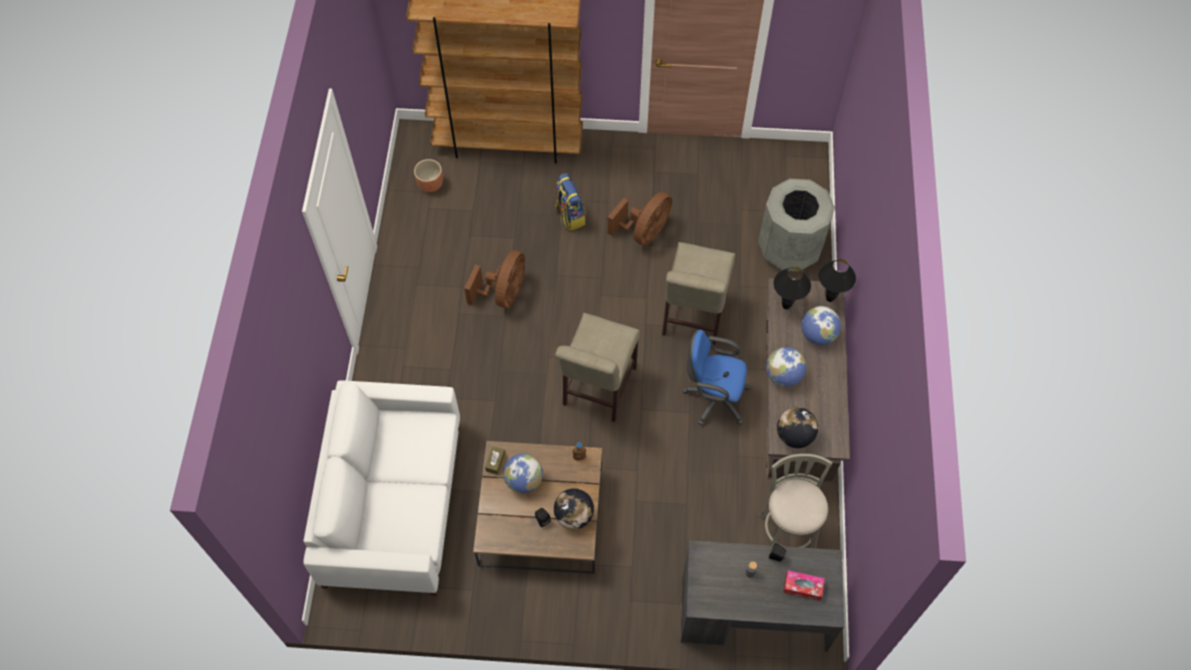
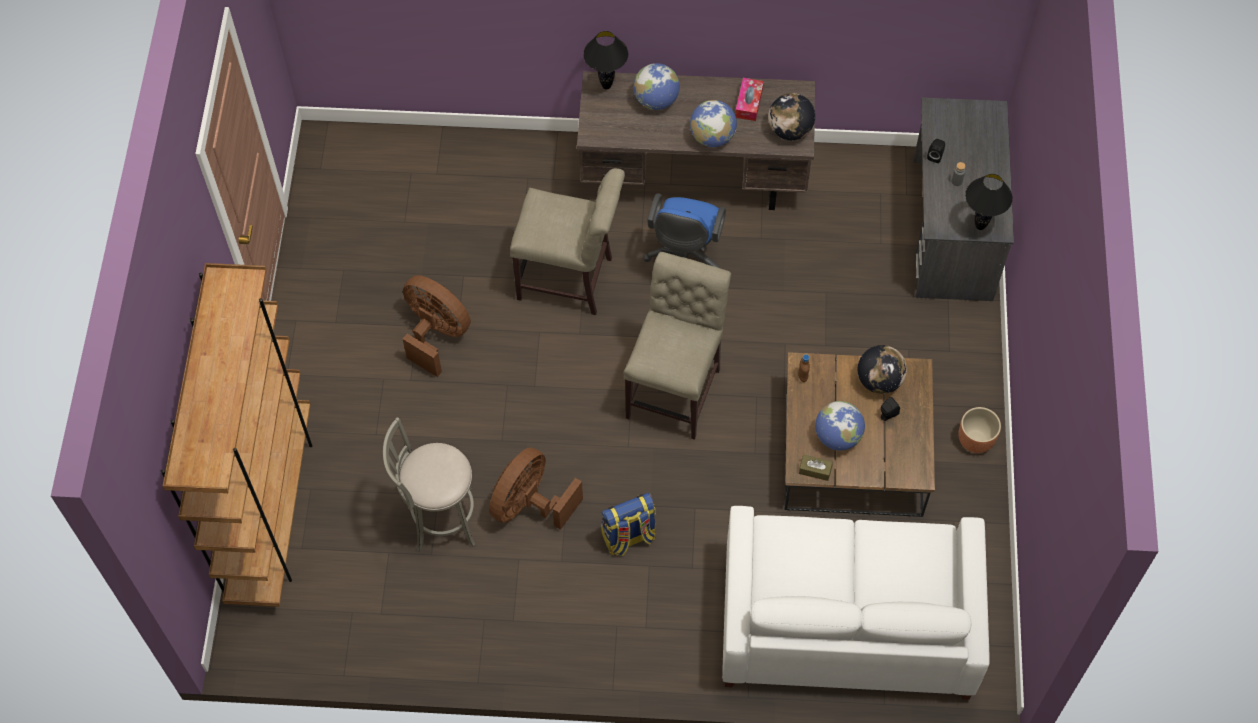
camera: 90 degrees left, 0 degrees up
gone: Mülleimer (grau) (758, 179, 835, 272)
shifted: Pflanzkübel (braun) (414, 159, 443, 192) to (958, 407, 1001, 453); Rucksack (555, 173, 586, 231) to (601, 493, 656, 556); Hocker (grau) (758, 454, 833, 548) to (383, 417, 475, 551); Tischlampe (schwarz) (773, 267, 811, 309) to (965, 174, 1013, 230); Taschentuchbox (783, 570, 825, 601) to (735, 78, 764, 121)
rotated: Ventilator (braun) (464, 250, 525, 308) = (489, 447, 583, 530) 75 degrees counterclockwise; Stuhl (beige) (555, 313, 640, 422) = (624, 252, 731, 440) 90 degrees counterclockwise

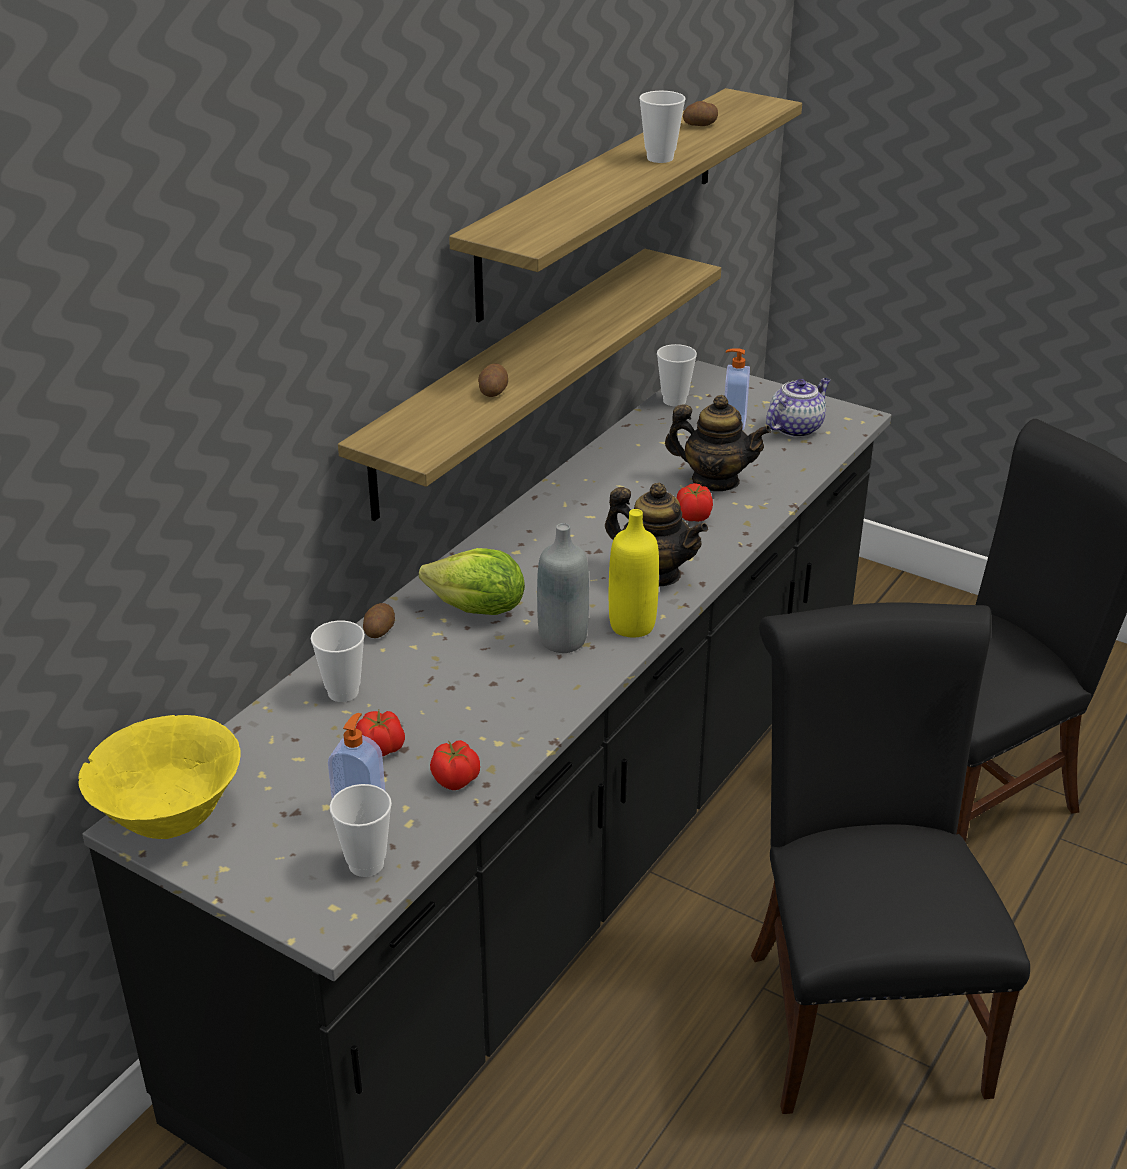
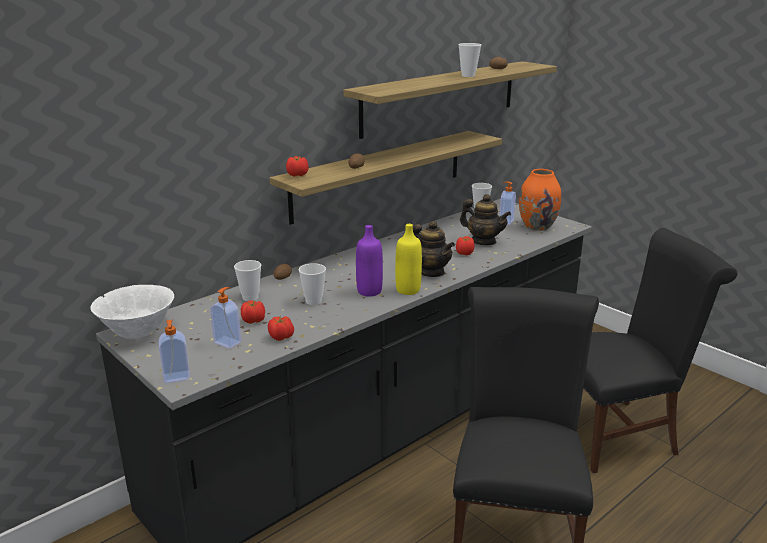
camera: 15 degrees right, 10 degrees down
gone: Salatkopf (419, 548, 525, 615)
new: Seifenspender (159, 320, 190, 383); Tomate (286, 156, 309, 177)
shifted: Tasse (330, 784, 392, 877) to (299, 263, 326, 305)
swapped: Teekanne (766, 378, 830, 438) to Vase (orange) (519, 169, 561, 231)
repainted: Schüssel (gelb) (78, 715, 241, 839) to Schüssel (weiß) (91, 285, 174, 339); Flasche (grau) (537, 523, 589, 653) to Flasche (lila) (356, 225, 383, 297)

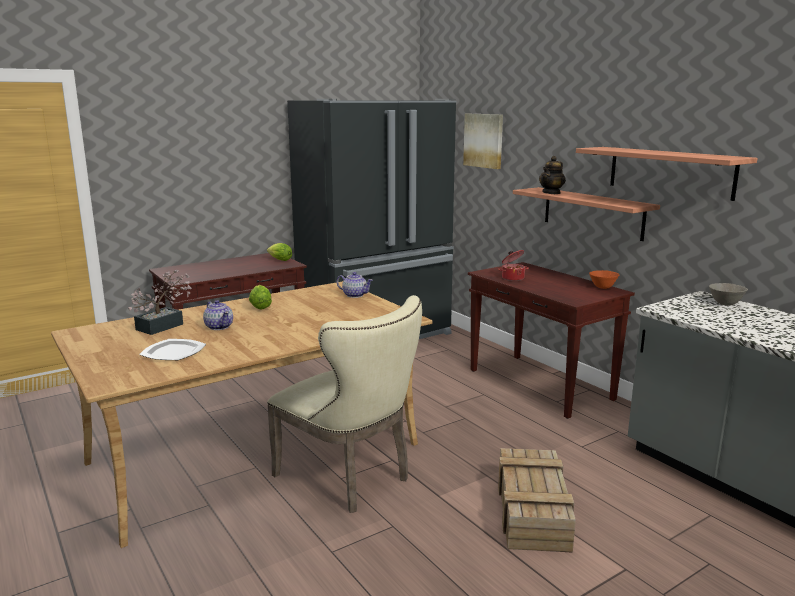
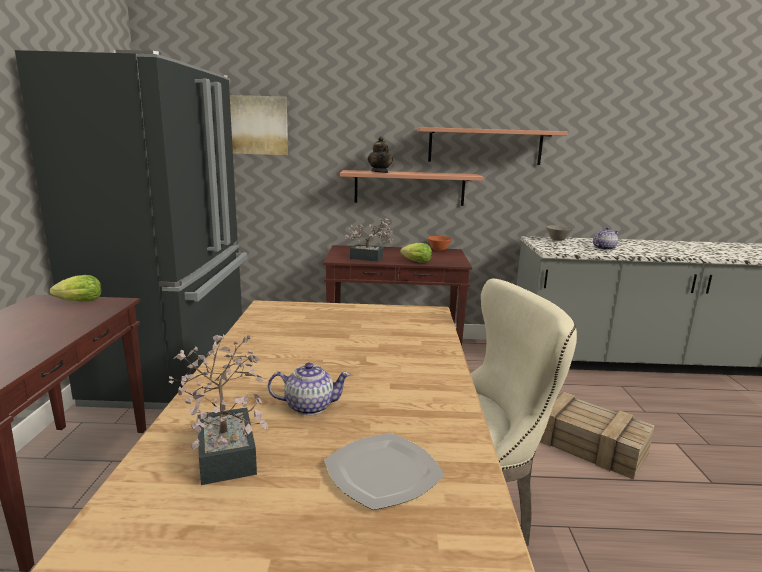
camera: 55 degrees left, 0 degrees up
shifted: Salatkopf (249, 285, 272, 310) to (400, 243, 432, 263); Teekanne (337, 272, 373, 298) to (593, 227, 620, 250)
swapped: Kochtopf (498, 250, 529, 281) to Topfpflanze (344, 218, 394, 262)

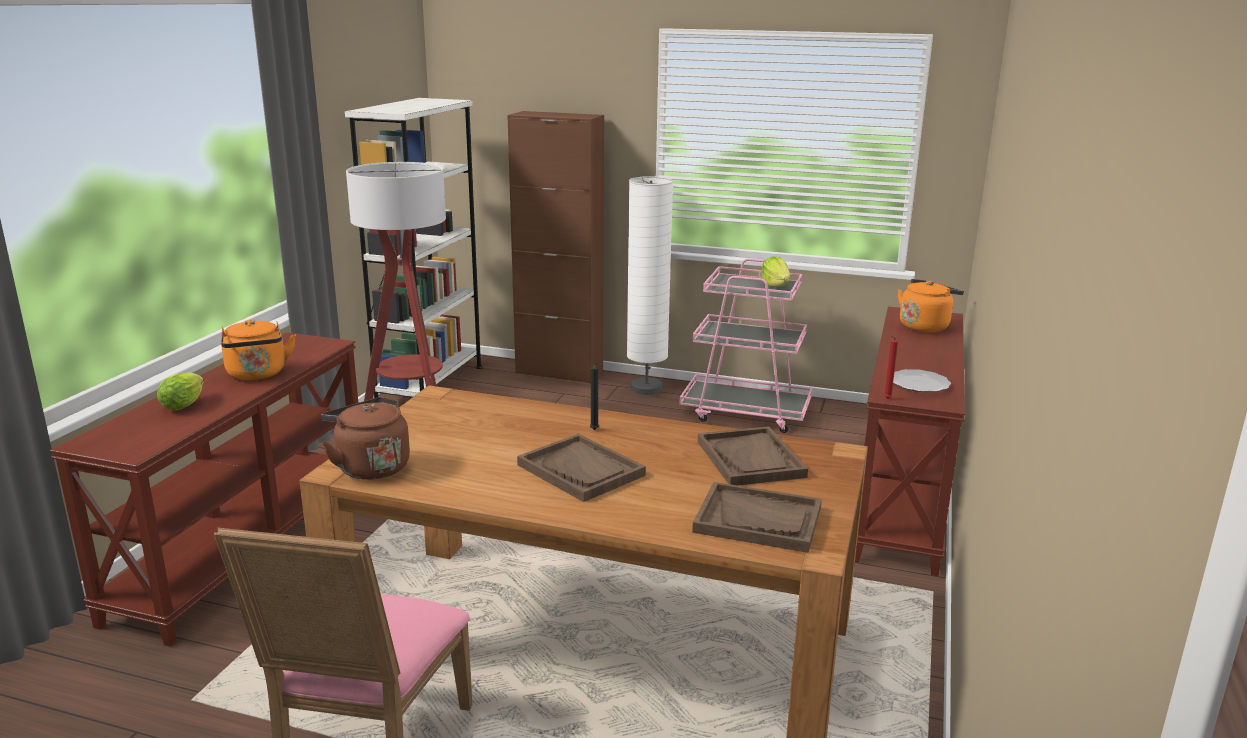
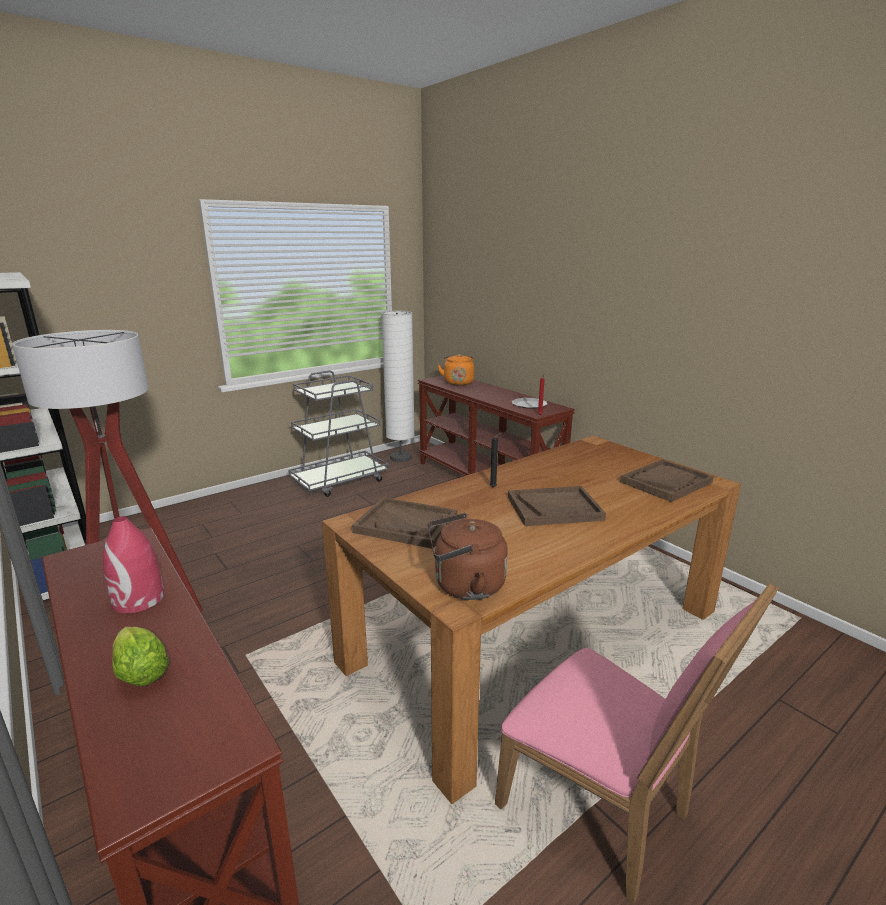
camera: 55 degrees left, 0 degrees up
gone: Schrank (braun) (507, 111, 604, 384); Salatkopf (761, 256, 790, 287)
shifted: Stehlampe (weiß) (627, 176, 673, 395) to (381, 311, 415, 462); Tablett (braun) (698, 426, 808, 486) to (352, 497, 457, 549)
swapped: Wasserkessel (orange) (221, 320, 296, 380) to Vase (rot) (103, 516, 164, 614)
repainted: Rollwagen (rosa) (679, 258, 812, 433) to Rollwagen (grau) (288, 371, 389, 497)

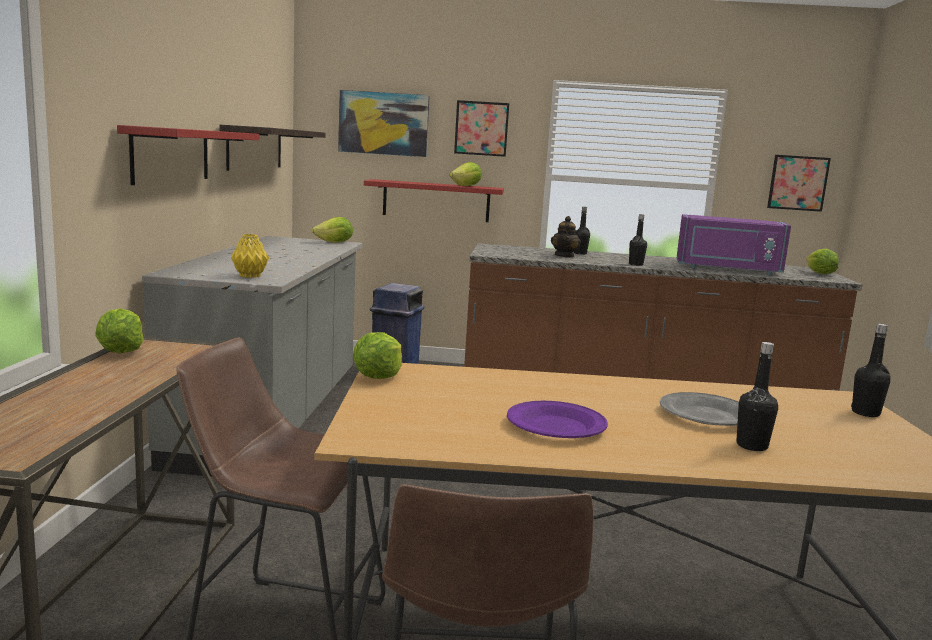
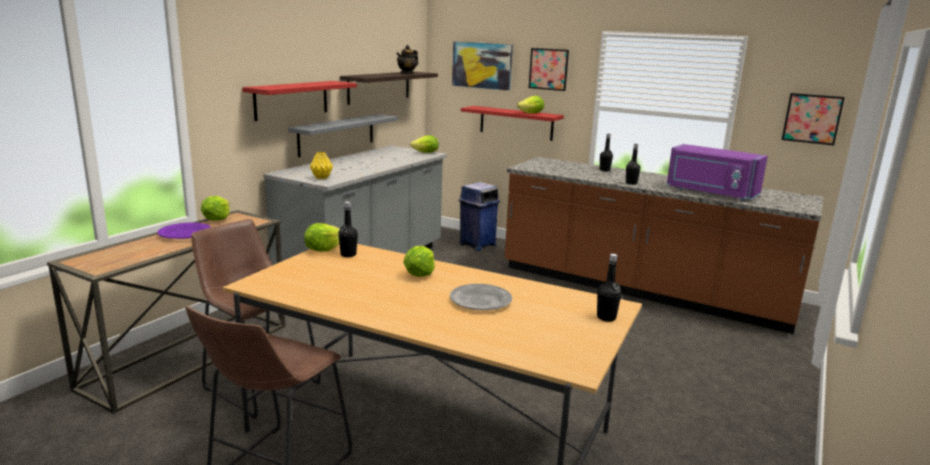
camera: 25 degrees right, 5 degrees up
new: Wandregal (grau) (288, 114, 398, 157)
shifted: Teller (lila) (507, 401, 608, 438) to (157, 223, 211, 239); Teekanne (551, 216, 581, 258) to (396, 45, 418, 75); Flasche (schwarz) (736, 342, 778, 451) to (338, 202, 358, 257); Salatkopf (806, 249, 839, 274) to (404, 246, 435, 277)

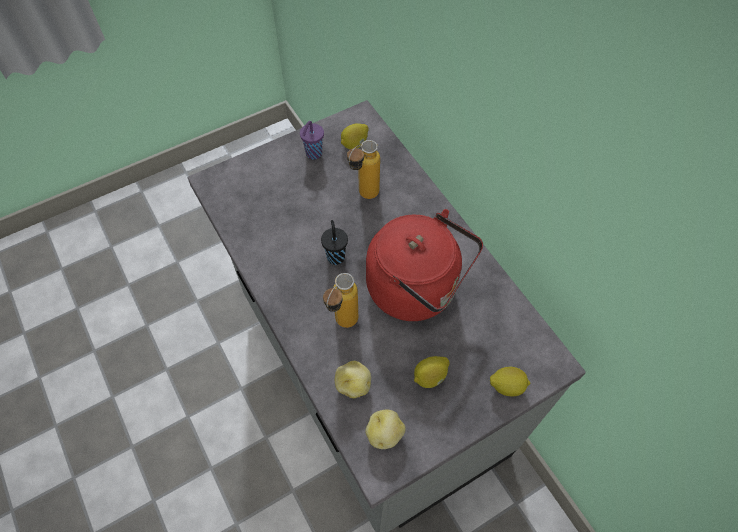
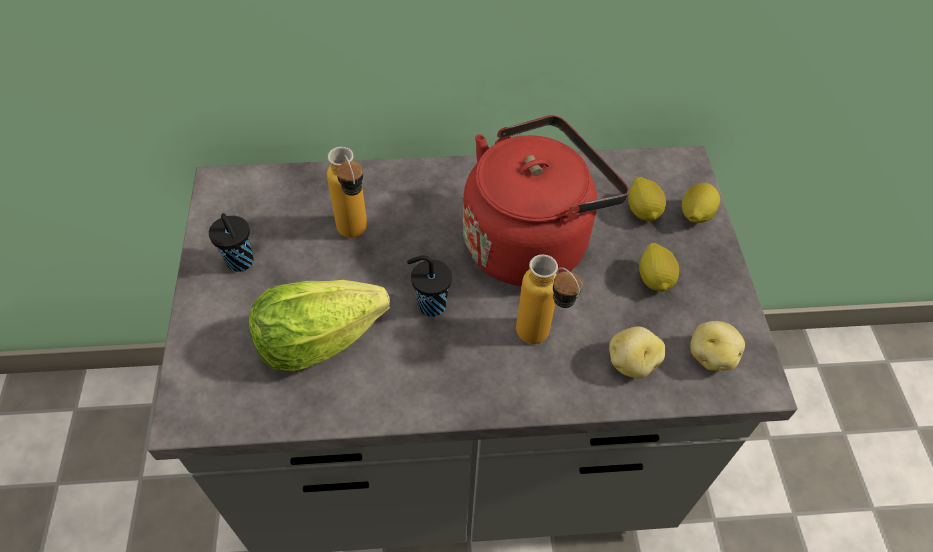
camera: 65 degrees left, 5 degrees down
new: Salatkopf (249, 280, 390, 371)
shifted: Zitrone (341, 123, 369, 149) to (628, 177, 666, 221)
repainted: Tasse (lila) (300, 121, 324, 159) to Tasse (schwarz) (209, 213, 253, 272)

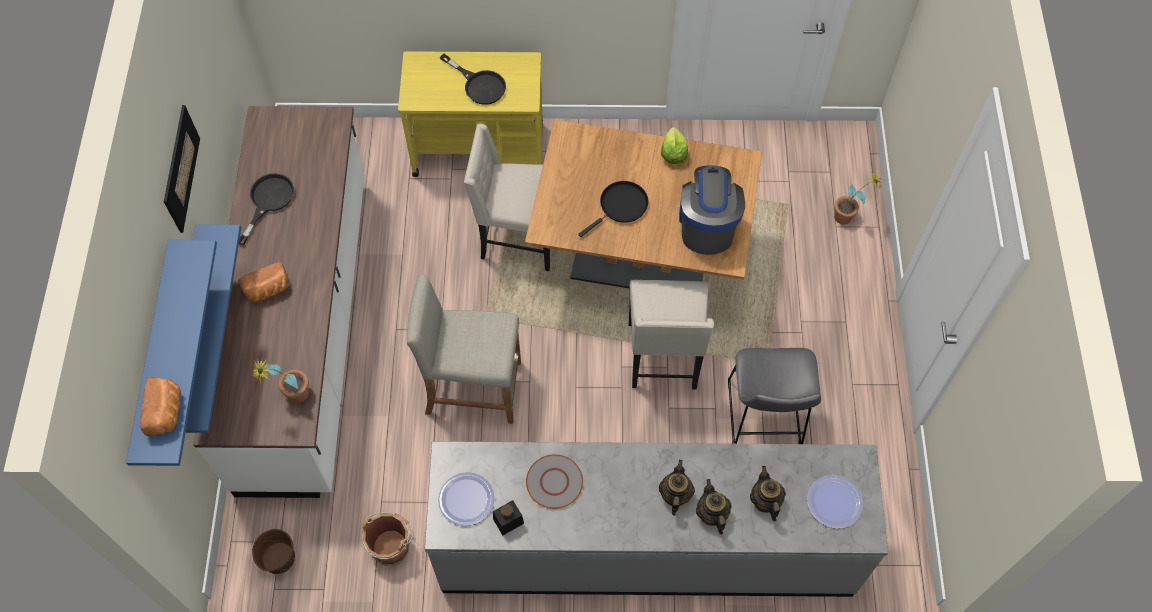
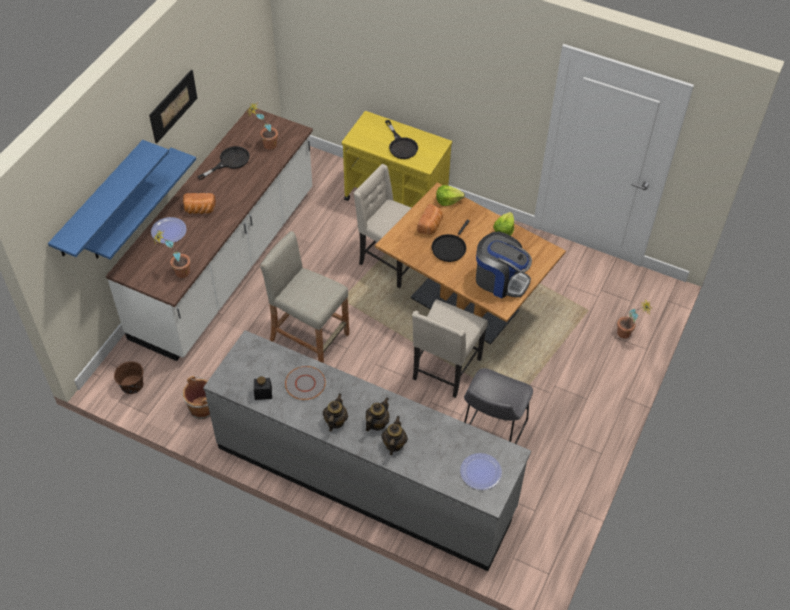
camera: 25 degrees right, 10 degrees down
new: Topfpflanze (247, 102, 278, 149); Salatkopf (436, 185, 465, 206)
shifted: Brot (140, 378, 181, 436) to (417, 204, 443, 235); Teller (438, 472, 495, 526) to (151, 217, 187, 244); Teekanne (750, 466, 786, 521) to (323, 393, 348, 432)
rotated: Pfanne (schwarz) (578, 181, 648, 237) = (431, 219, 470, 262) 135 degrees clockwise; Kaffeemaschine (679, 166, 745, 255) = (476, 232, 532, 298) 90 degrees clockwise

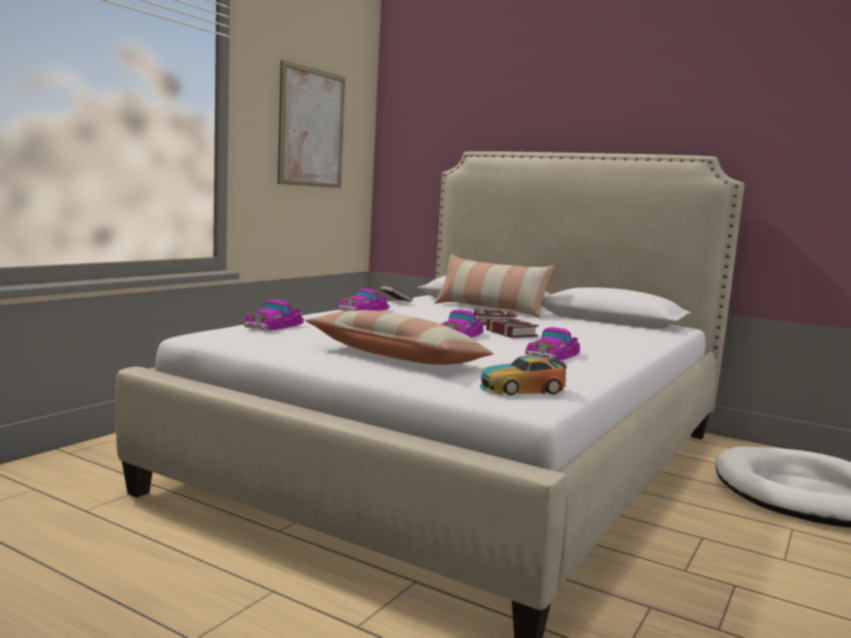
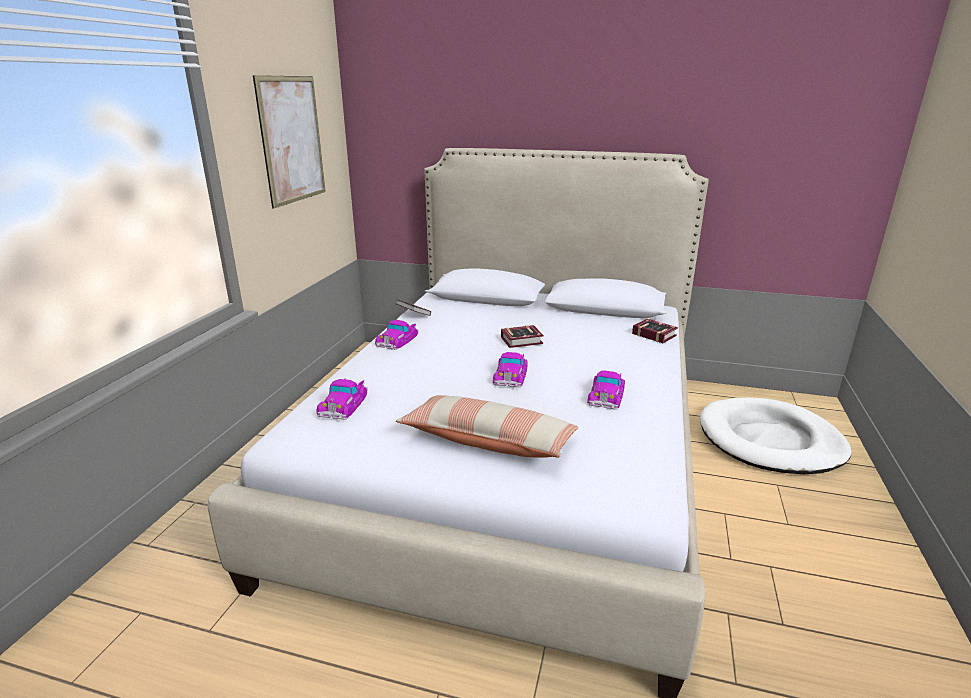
camera: 15 degrees left, 15 degrees up
gone: Kissen (434, 254, 555, 318); Spielzeugauto (480, 355, 567, 395)
shifted: Buch (486, 318, 539, 338) to (632, 319, 678, 343)

